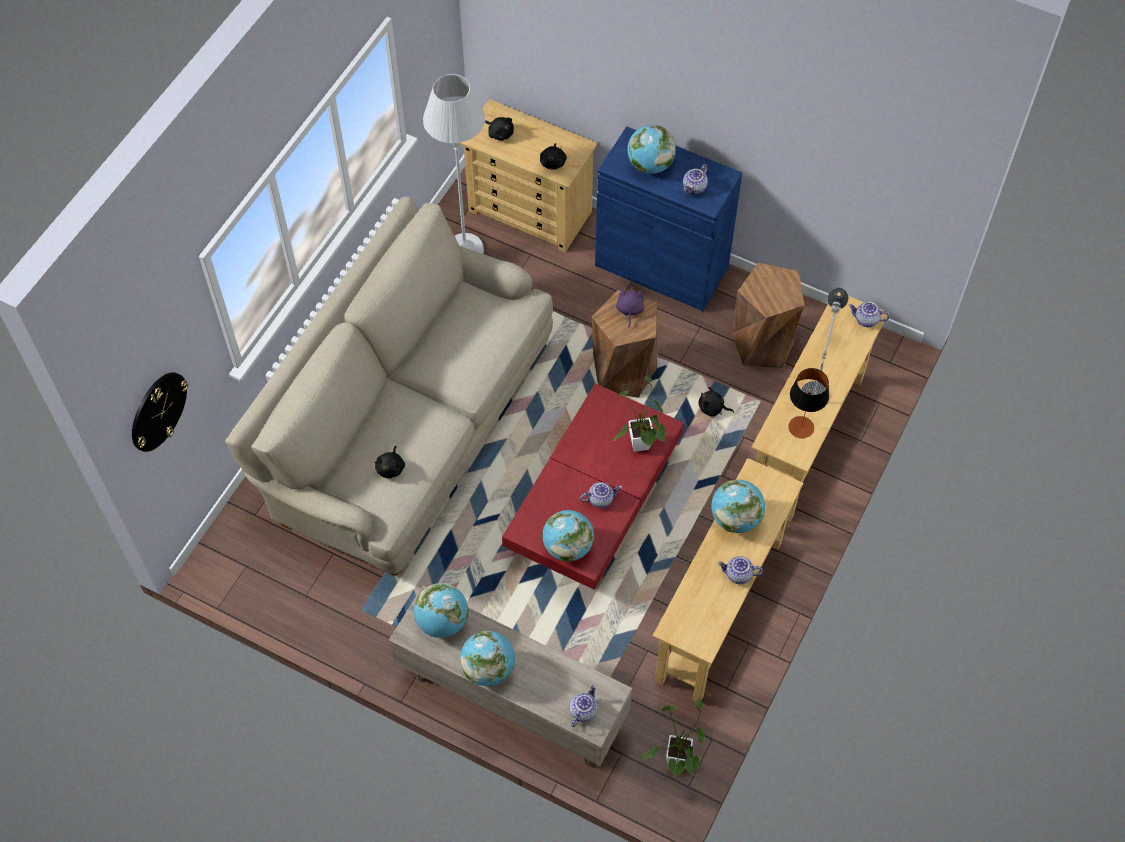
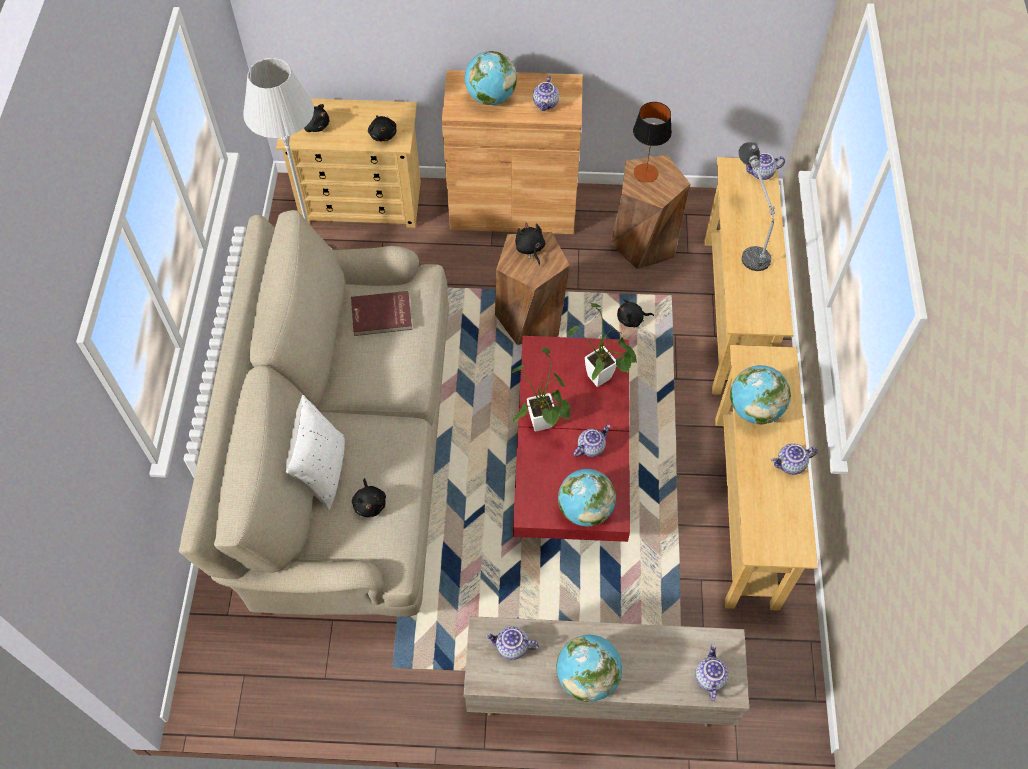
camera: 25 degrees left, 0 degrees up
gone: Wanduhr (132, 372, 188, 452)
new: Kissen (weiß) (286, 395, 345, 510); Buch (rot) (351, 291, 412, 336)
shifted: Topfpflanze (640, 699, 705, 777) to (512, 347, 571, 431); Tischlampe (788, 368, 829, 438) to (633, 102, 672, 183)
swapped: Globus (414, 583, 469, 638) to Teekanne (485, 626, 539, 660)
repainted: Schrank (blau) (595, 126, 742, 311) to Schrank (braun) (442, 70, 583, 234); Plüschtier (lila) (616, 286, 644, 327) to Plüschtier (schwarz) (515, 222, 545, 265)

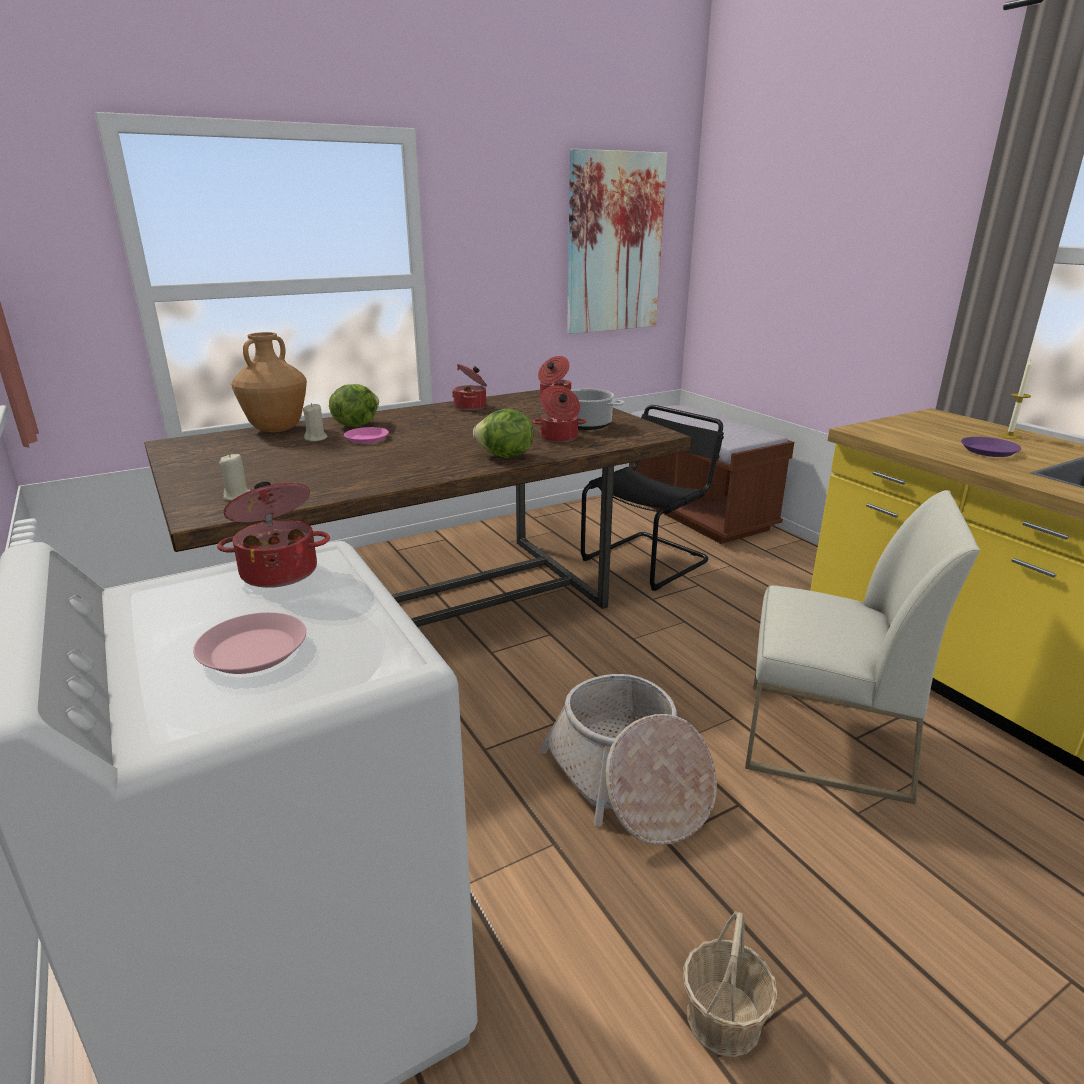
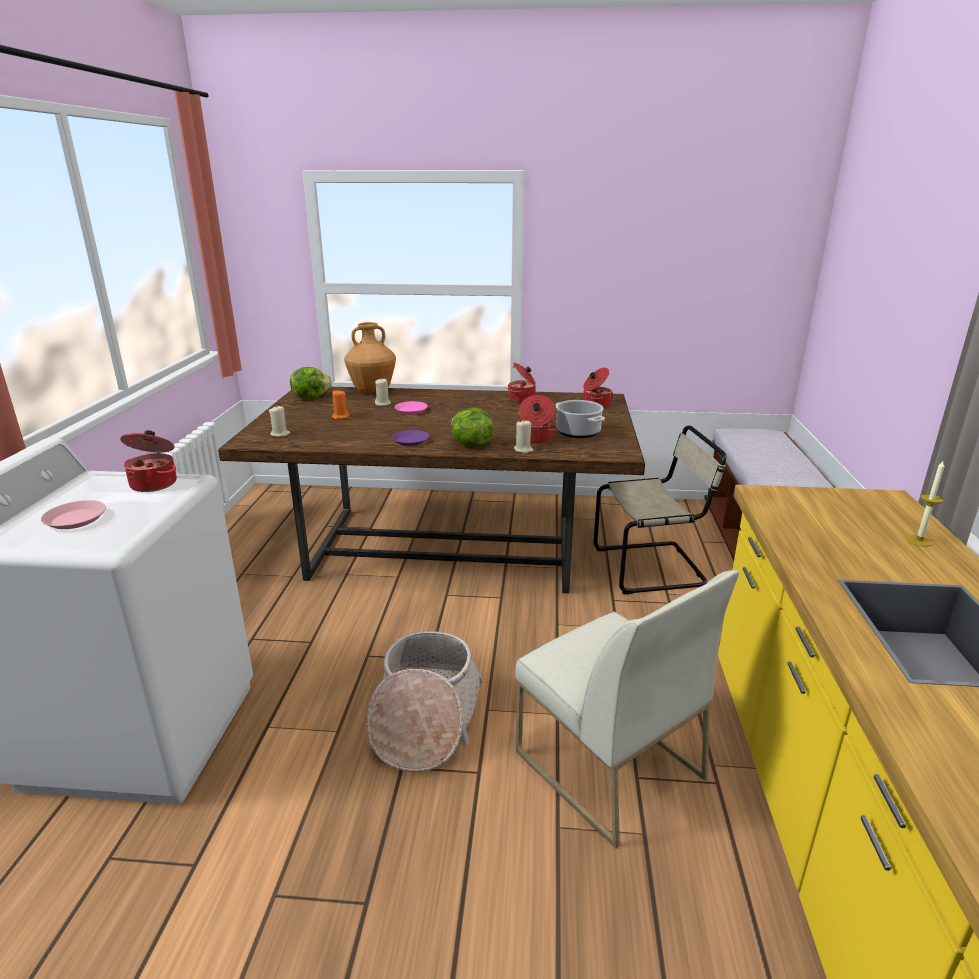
camera: 35 degrees right, 0 degrees up
gone: Bild (567, 149, 667, 334); Korb (683, 911, 778, 1057)
new: Kerze (orange) (332, 390, 350, 419); Kerze (beige) (514, 421, 534, 453)
shifted: Salatkopf (329, 384, 379, 427) to (290, 367, 332, 399); Teller (lila) (961, 437, 1021, 457) to (392, 430, 429, 446)
repainted: Stuhl (schwarz) (581, 405, 724, 591) to Stuhl (beige) (594, 426, 727, 594)

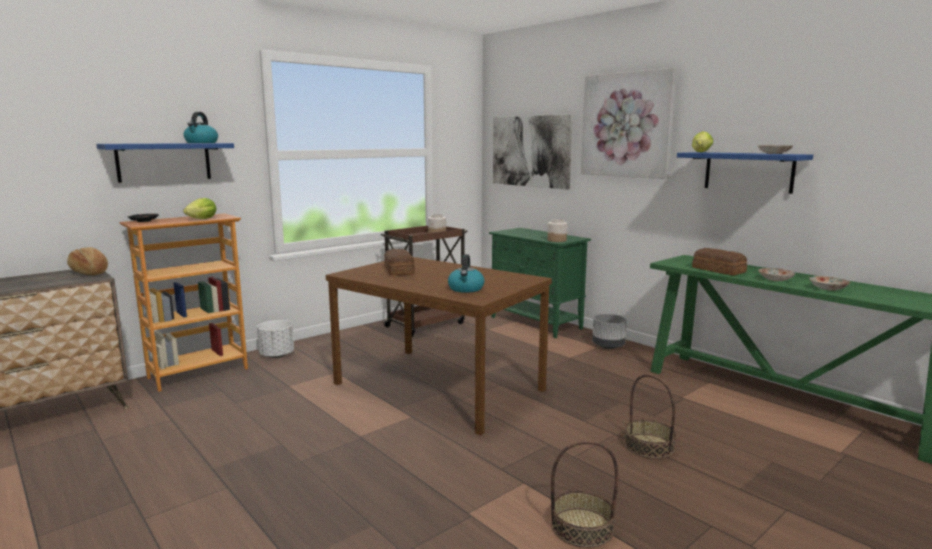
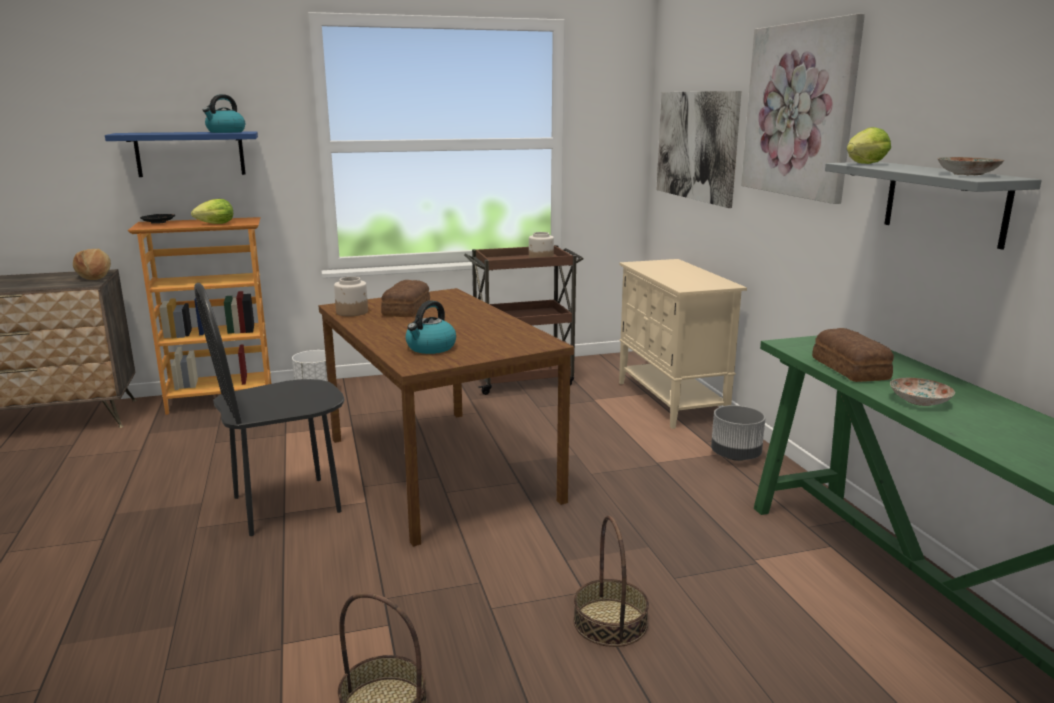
camera: 25 degrees right, 5 degrees up
gone: Teller (809, 276, 850, 291)
new: Stuhl (schwarz) (194, 283, 345, 536)
shifted: Vorratsglas (547, 219, 567, 242) to (334, 277, 368, 316)
repainted: Schrank (grün) (489, 228, 591, 338) to Schrank (beige) (619, 259, 747, 429); Wandregal (blau) (677, 152, 813, 194) to Wandregal (grau) (825, 162, 1042, 250)

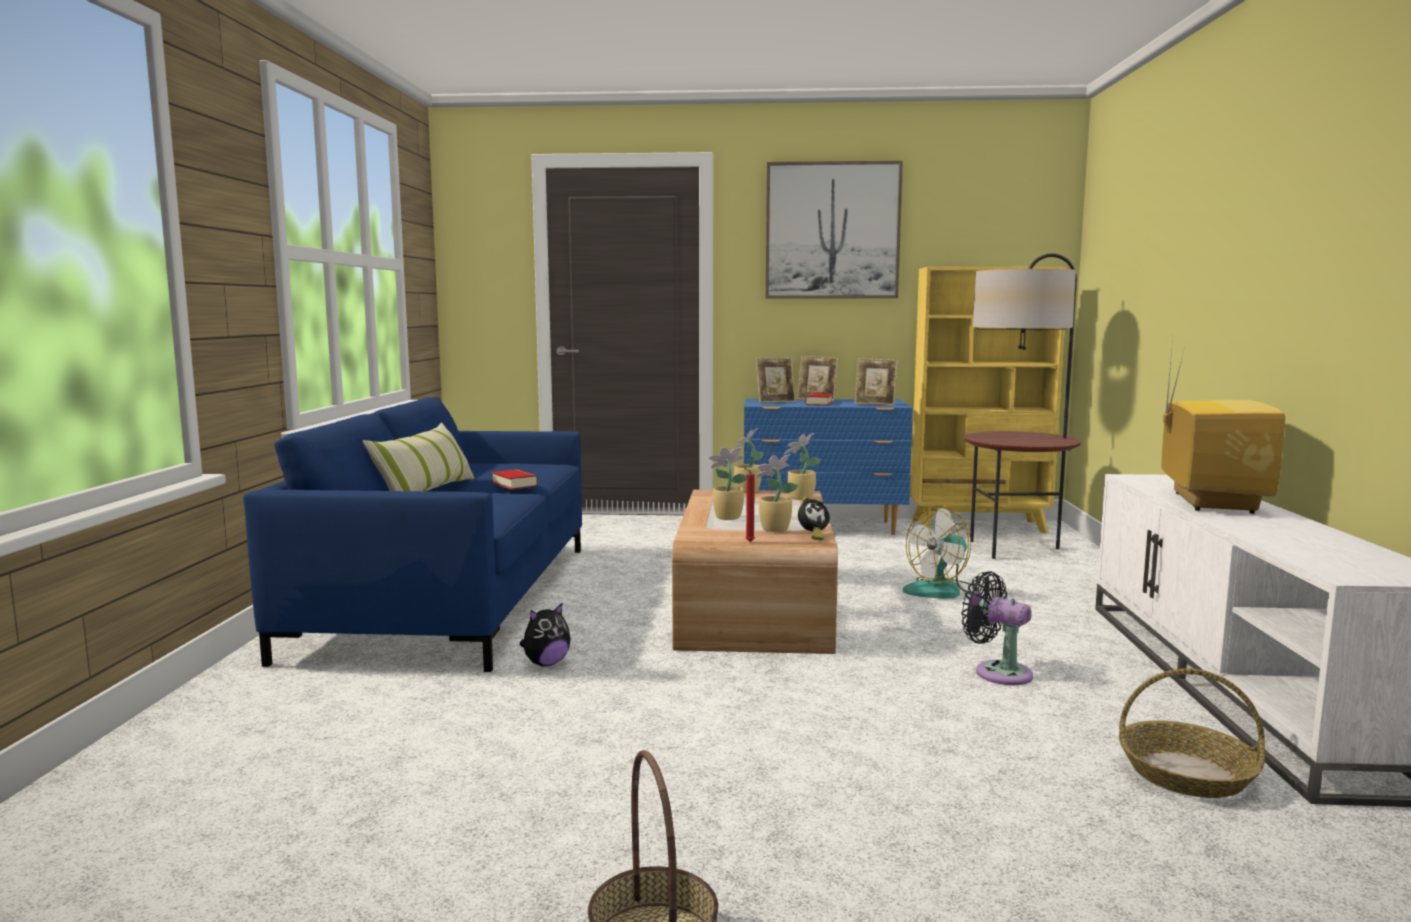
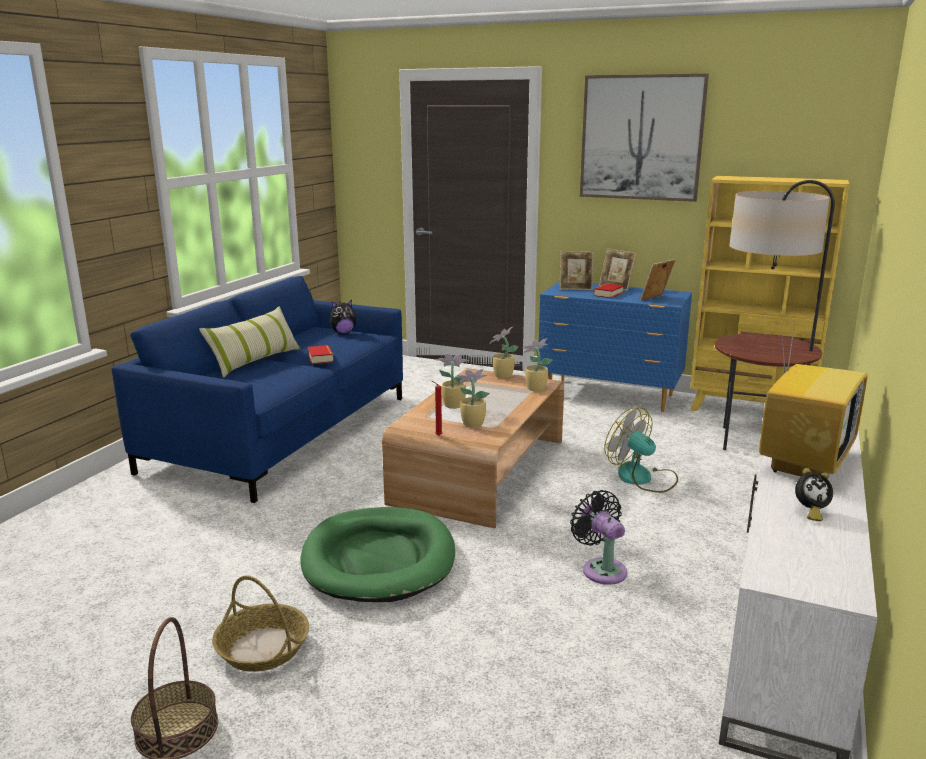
camera: 20 degrees right, 10 degrees up
new: Hundebett (grün) (300, 507, 455, 602)
shifted: Plüschtier (520, 602, 571, 667) to (330, 300, 356, 334); Wecker (798, 496, 830, 540) to (795, 468, 833, 521); Korb (1119, 668, 1265, 798) to (212, 575, 309, 672)
rotated: Bilderrahmen (854, 358, 898, 406) = (640, 259, 675, 301) 105 degrees clockwise; Ventilator (903, 505, 978, 599) = (604, 408, 678, 493) 60 degrees clockwise

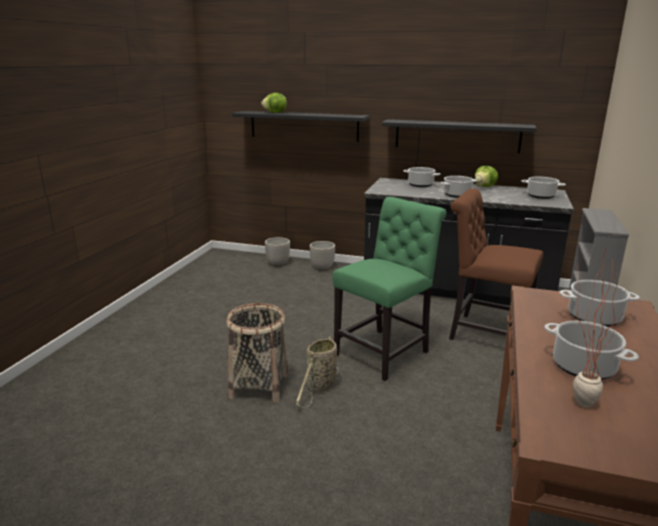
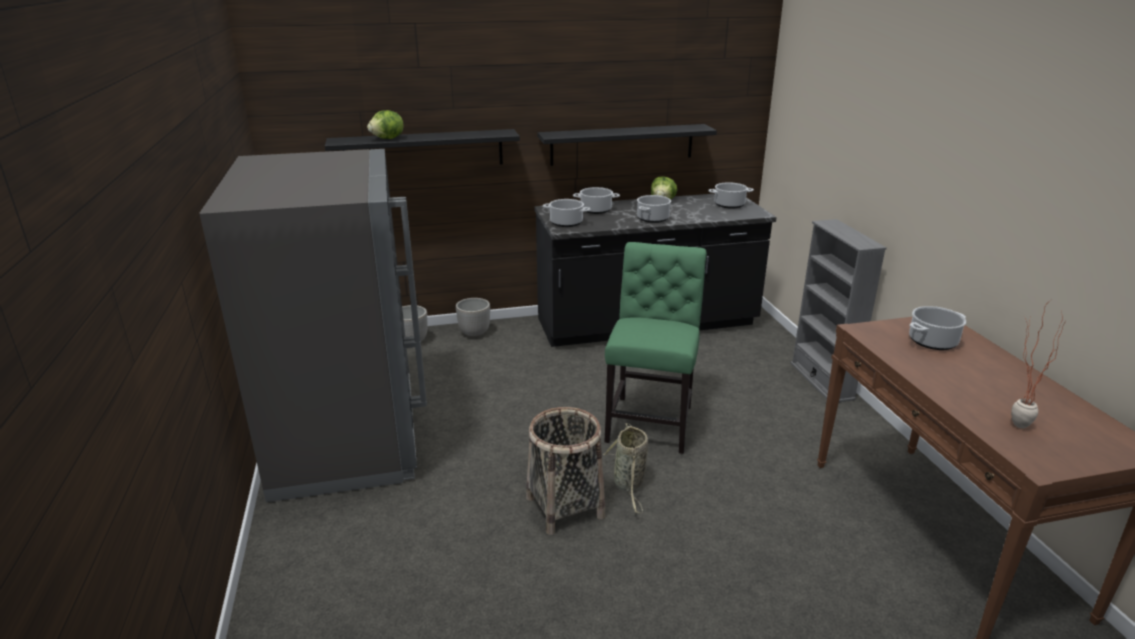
camera: 30 degrees left, 5 degrees up
gone: Stuhl (braun) (449, 189, 543, 340)
new: Kühlschrank (grau) (199, 149, 427, 502)
shifted: Kochtopf (544, 321, 639, 380) to (543, 199, 591, 227)

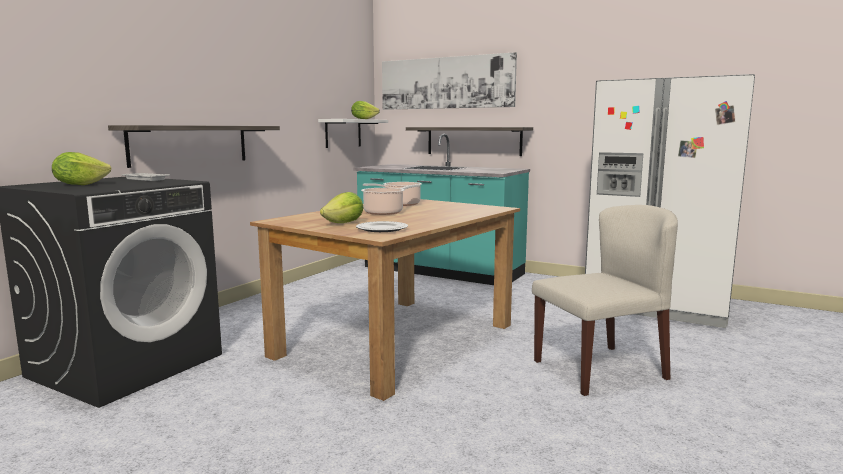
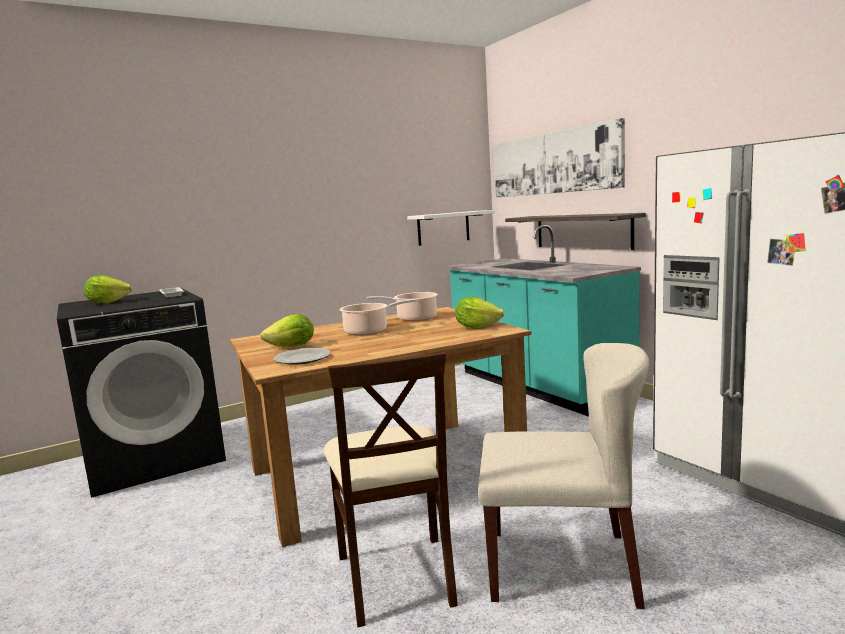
camera: 30 degrees right, 0 degrees up
gone: Wandregal (108, 125, 280, 168)
new: Stuhl (beige) (323, 352, 458, 627)
shifted: Salatkopf (351, 101, 380, 119) to (455, 297, 504, 329)

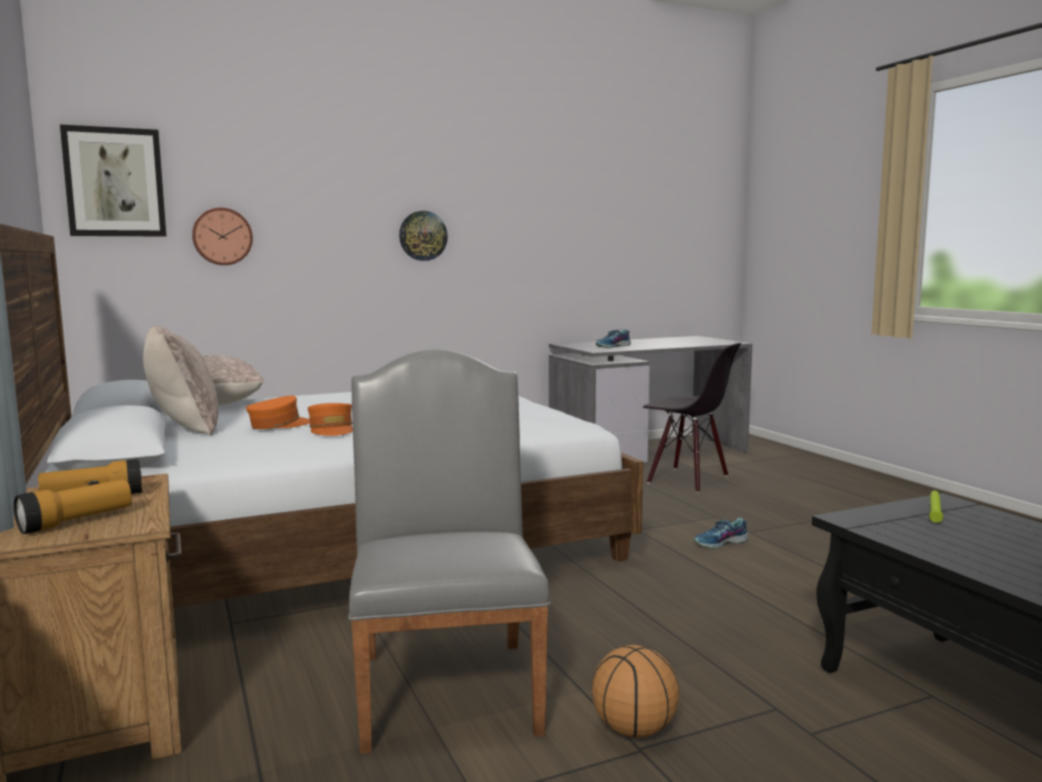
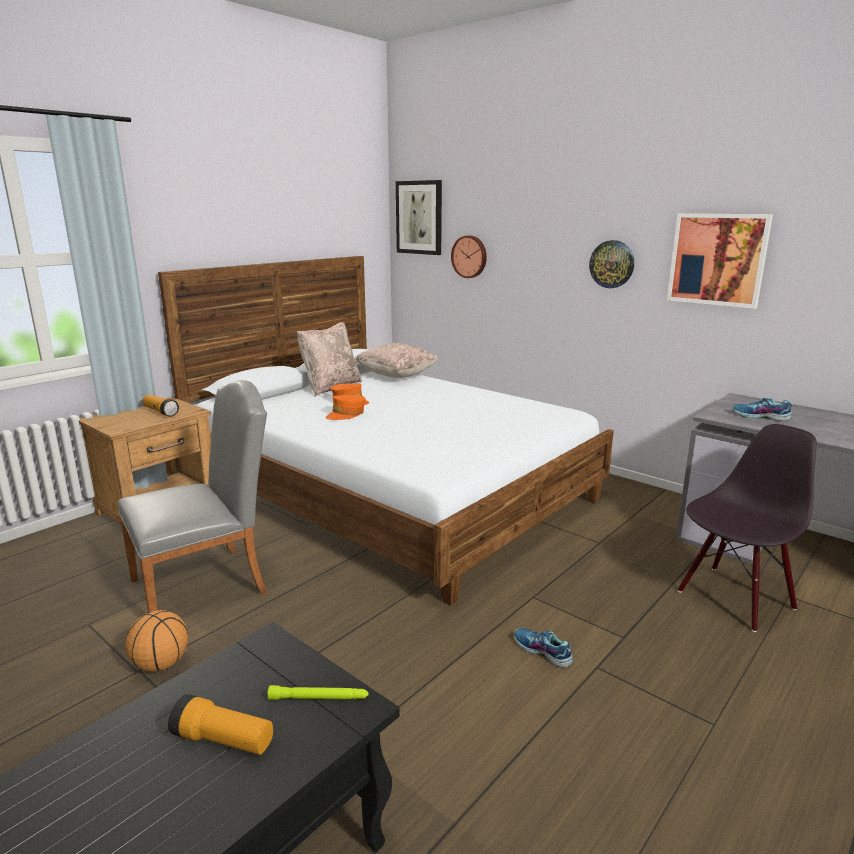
camera: 65 degrees right, 10 degrees up
new: Bild (667, 213, 773, 309)
shifted: Taschenlampe (14, 479, 132, 534) to (168, 694, 273, 755)
rotated: Stuhl (schwarz) (643, 343, 741, 493) = (678, 424, 817, 632) 135 degrees counterclockwise

